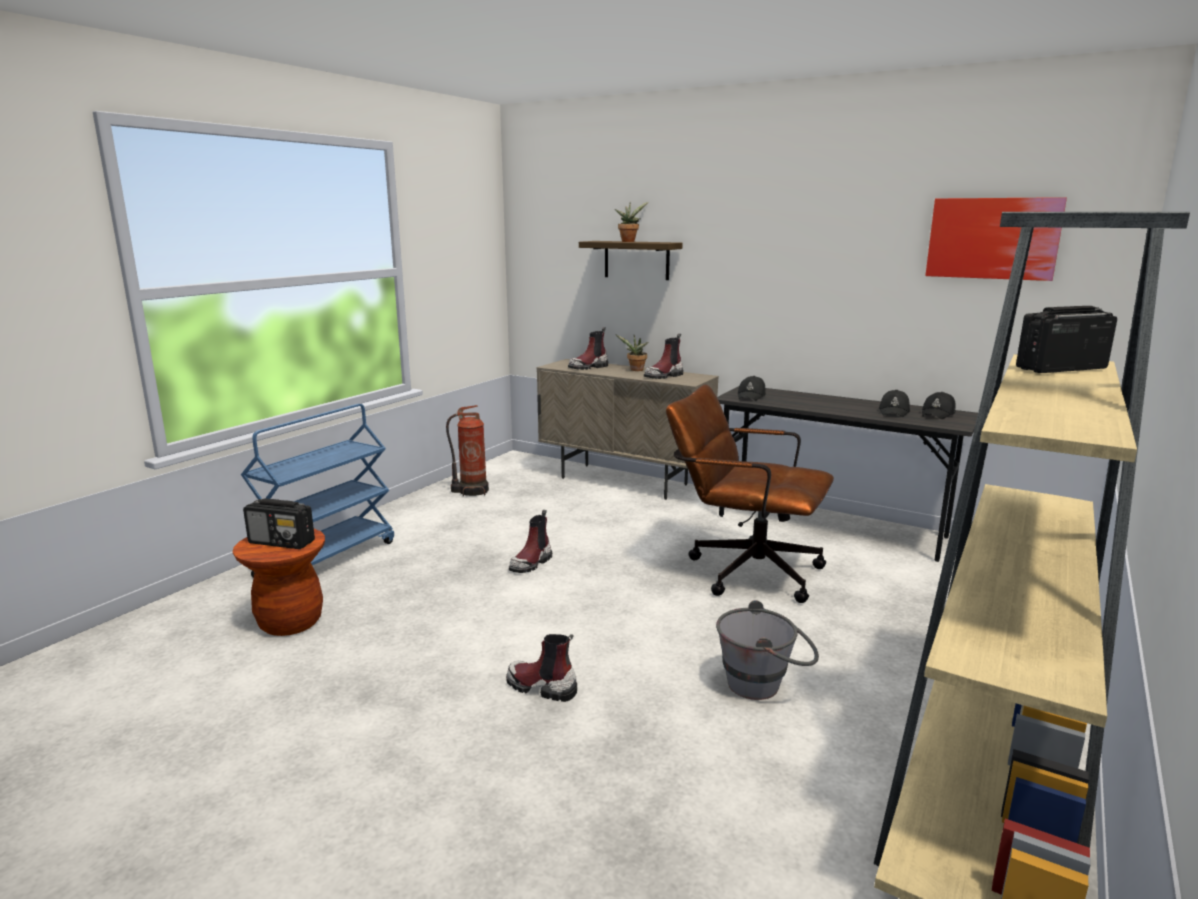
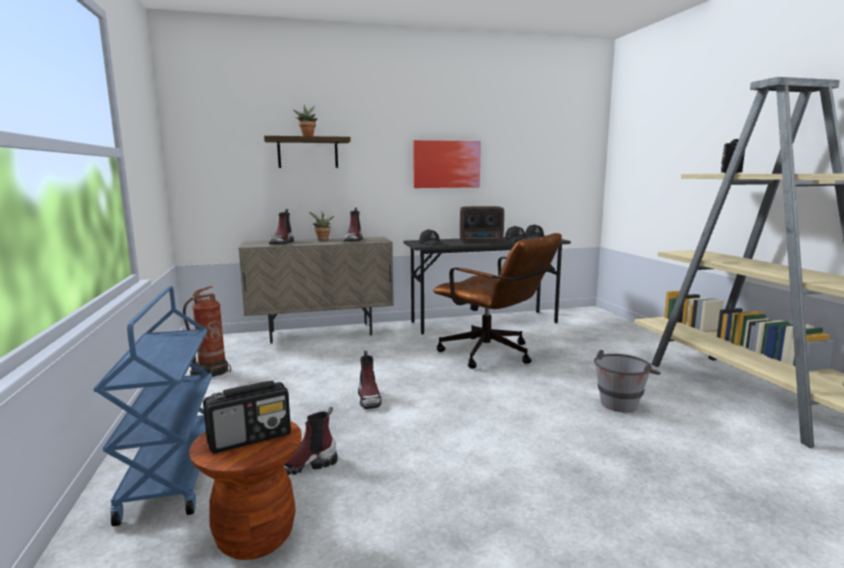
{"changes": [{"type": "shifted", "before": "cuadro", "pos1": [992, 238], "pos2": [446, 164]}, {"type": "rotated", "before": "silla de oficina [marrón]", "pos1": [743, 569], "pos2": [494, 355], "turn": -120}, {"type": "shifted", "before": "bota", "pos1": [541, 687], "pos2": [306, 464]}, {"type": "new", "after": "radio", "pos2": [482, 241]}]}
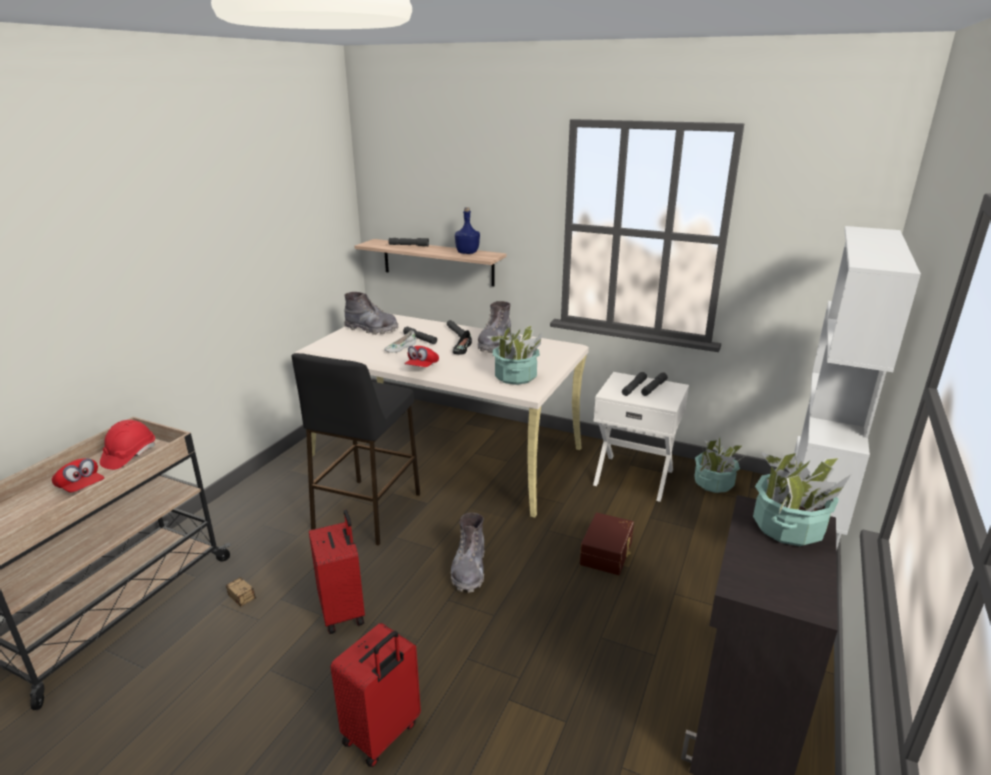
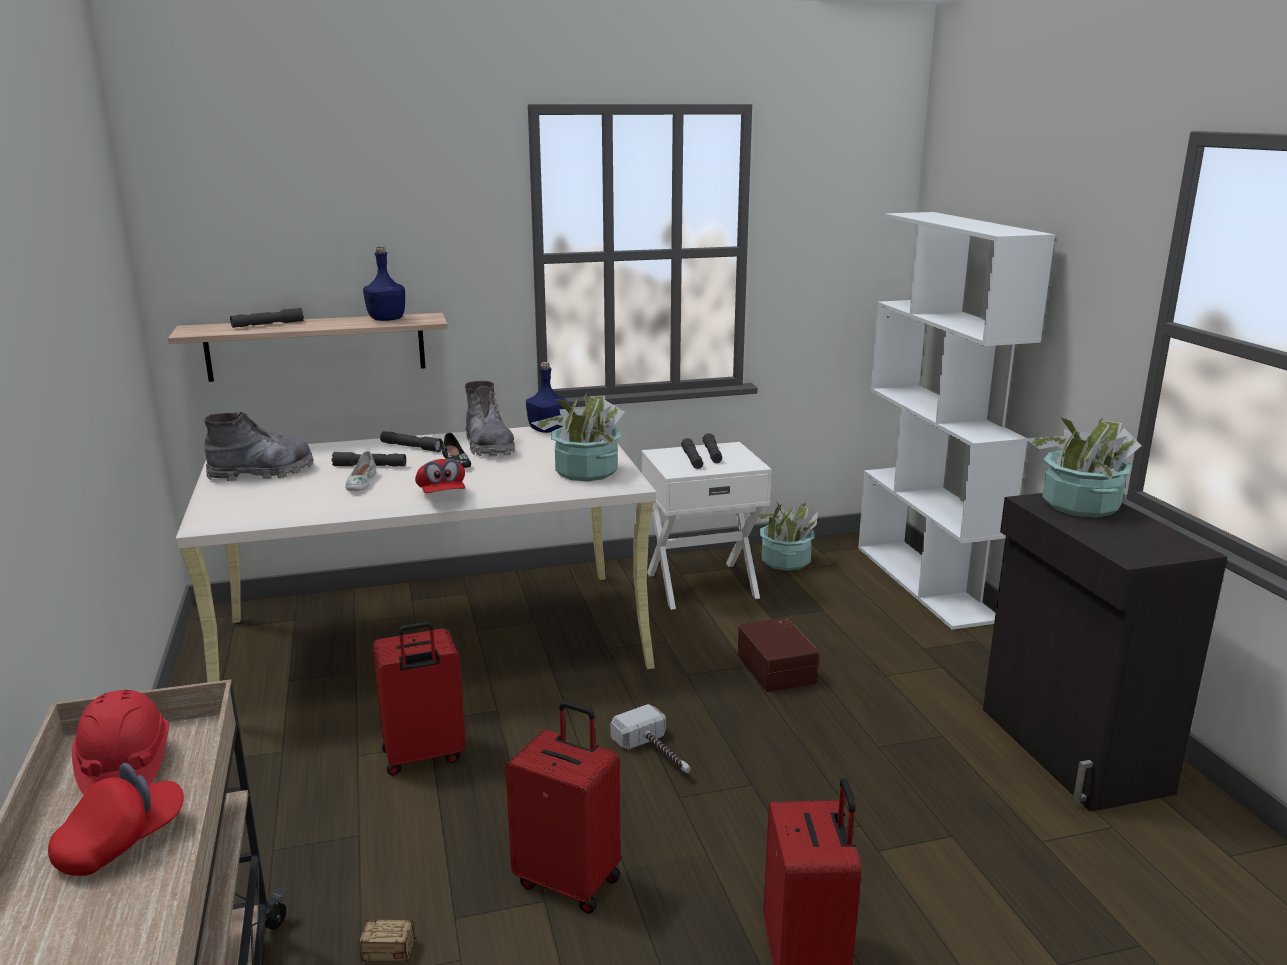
{"changes": [{"type": "swapped", "before": "taburete [negro]", "after": "maleta [rojo]", "pos1": [367, 511], "pos2": [423, 756]}, {"type": "rotated", "before": "gorra [rojo]", "pos1": [81, 487], "pos2": [121, 842], "turn": -45}, {"type": "swapped", "before": "bota [gris]", "after": "martillo", "pos1": [469, 569], "pos2": [657, 754]}, {"type": "new", "after": "botella [azul]", "pos2": [546, 430]}]}
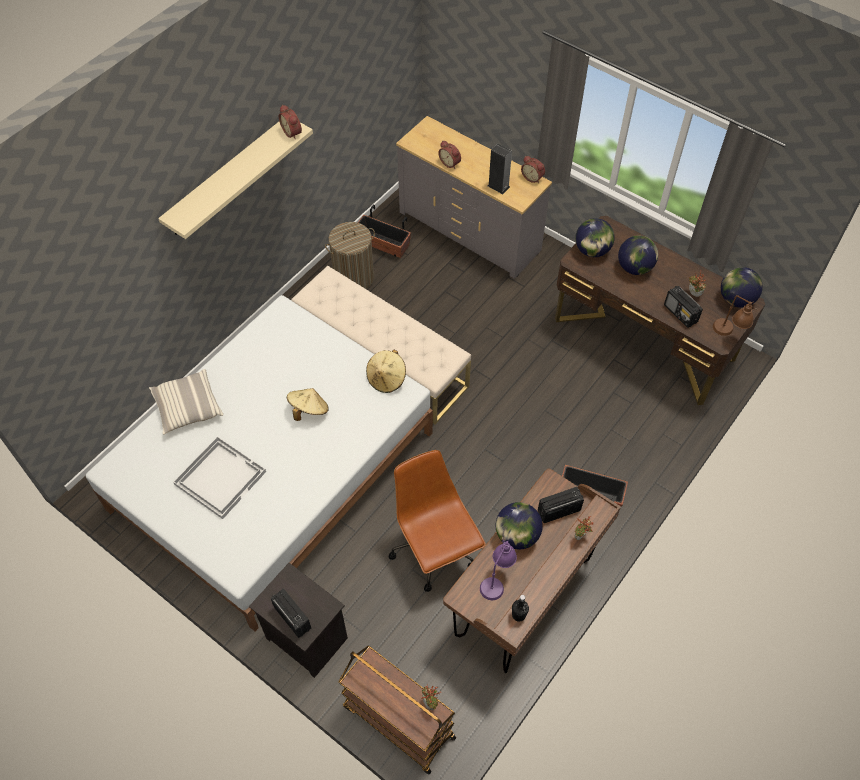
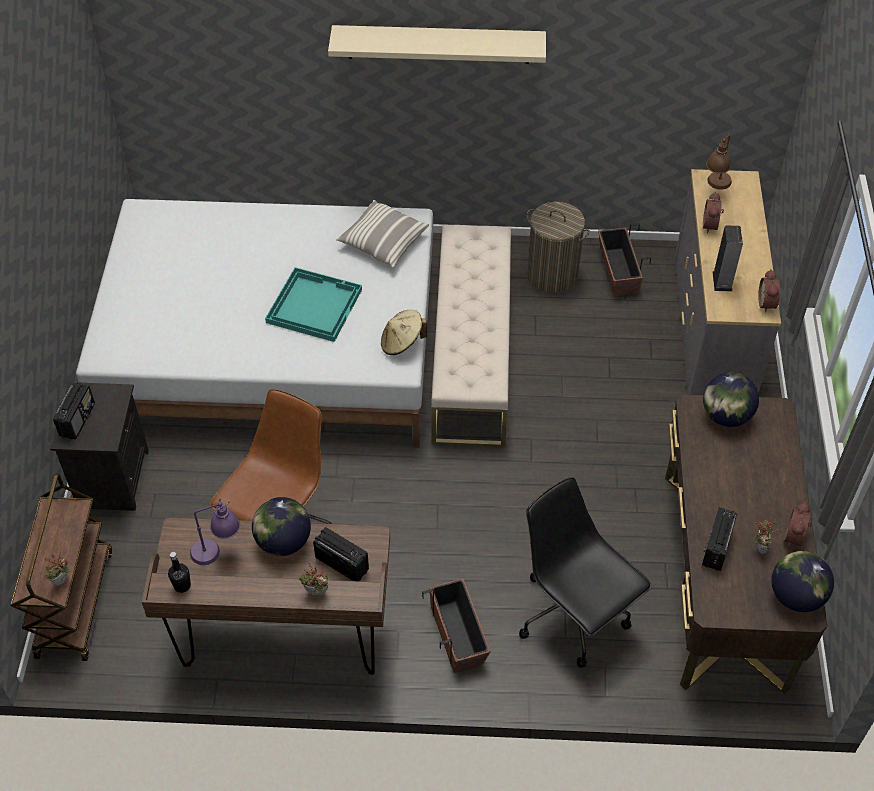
{"changes": [{"type": "shifted", "before": "despertador", "pos1": [293, 132], "pos2": [795, 537]}, {"type": "gone", "before": "globo terráqueo", "pos1": [635, 267]}, {"type": "shifted", "before": "lámpara de mesa [marrón]", "pos1": [728, 333], "pos2": [716, 188]}, {"type": "shifted", "before": "cojín", "pos1": [187, 407], "pos2": [383, 242]}, {"type": "swapped", "before": "sombrero [beis]", "after": "bandeja [turquesa]", "pos1": [308, 410], "pos2": [314, 305]}, {"type": "gone", "before": "bandeja [blanco]", "pos1": [220, 477]}, {"type": "new", "after": "silla de oficina [negro]", "pos2": [574, 616]}]}
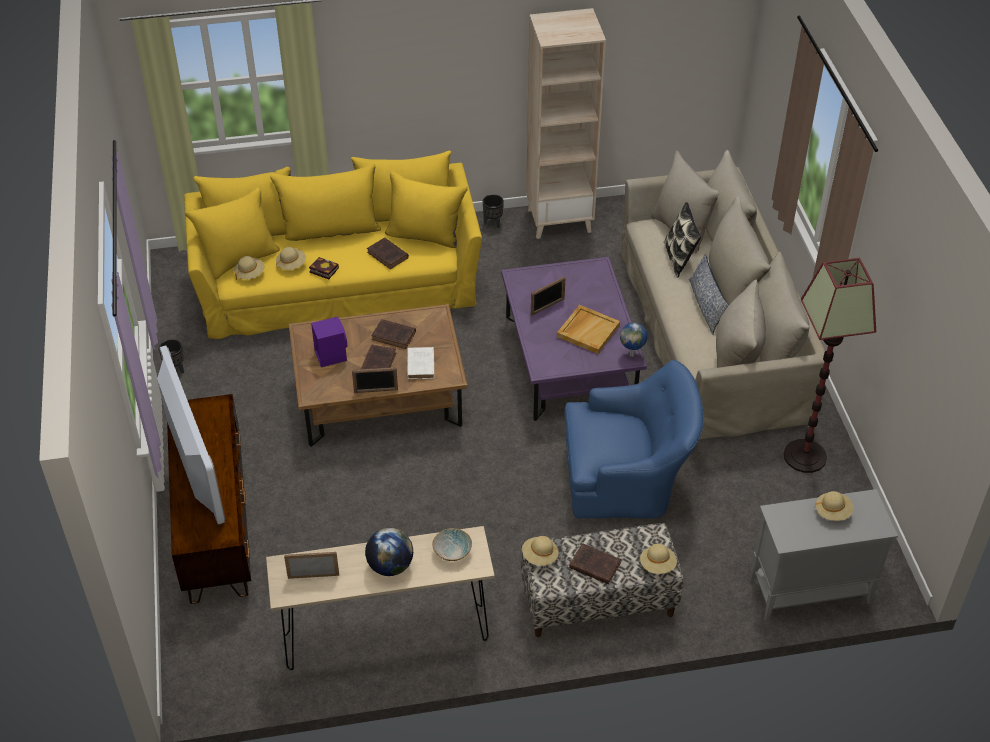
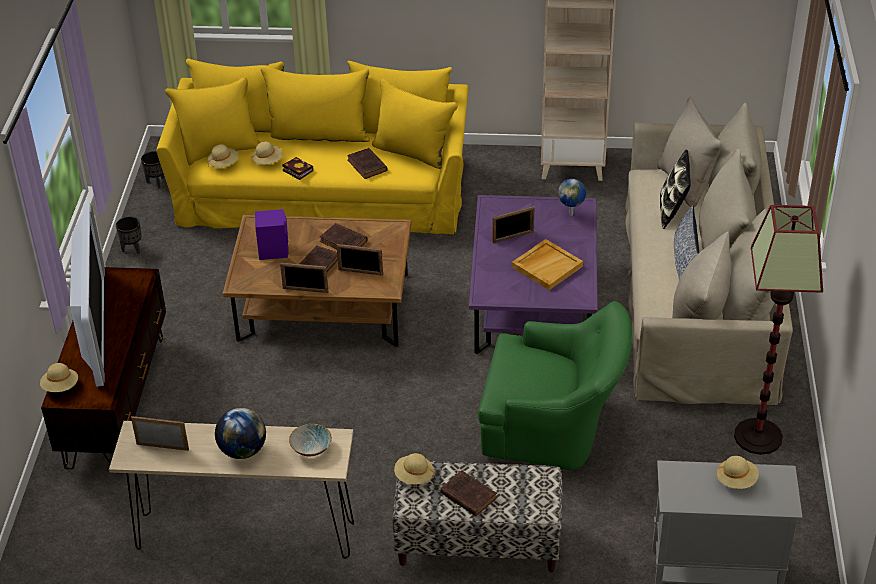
{"changes": [{"type": "shifted", "before": "maceta [negro]", "pos1": [493, 223], "pos2": [157, 182]}, {"type": "shifted", "before": "globo terráqueo", "pos1": [632, 354], "pos2": [571, 214]}, {"type": "swapped", "before": "libro [blanco]", "after": "portarretratos", "pos1": [420, 364], "pos2": [360, 272]}, {"type": "repainted", "before": "sillón [azul]", "after": "sillón [verde]", "pos1": [627, 478], "pos2": [554, 426]}, {"type": "shifted", "before": "sombrero [beis]", "pos1": [657, 565], "pos2": [61, 387]}]}
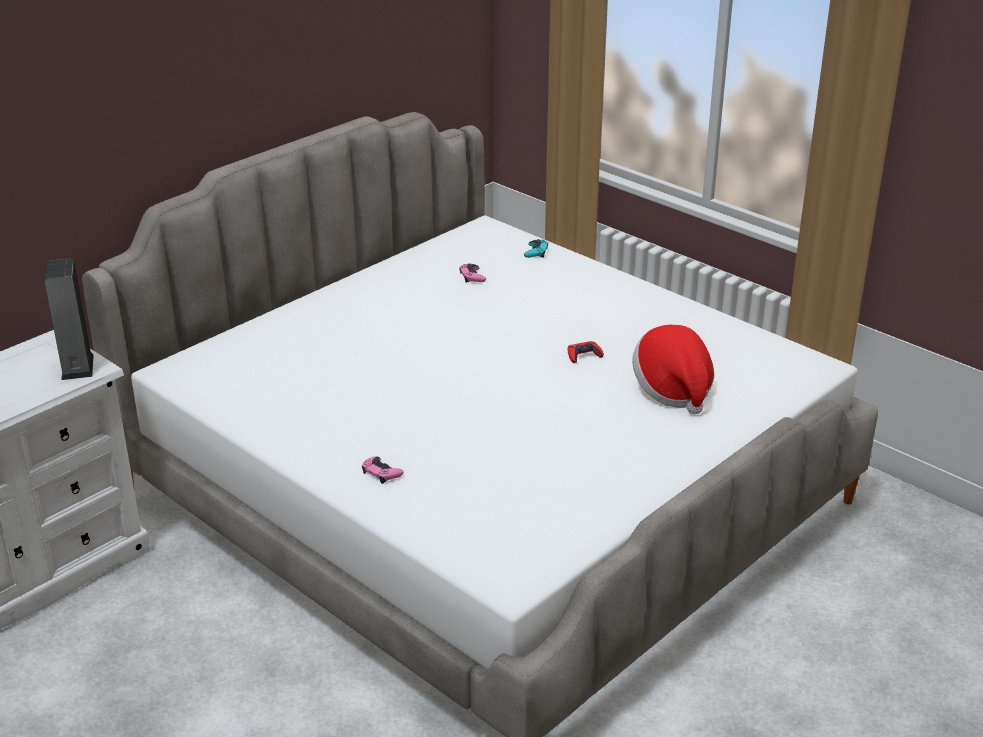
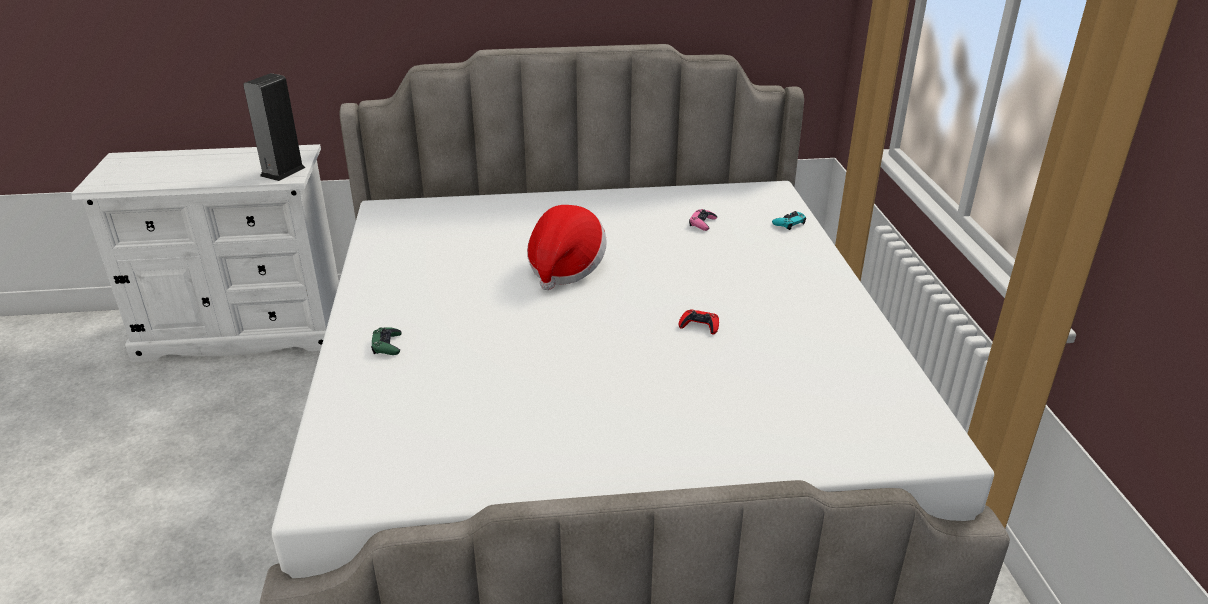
{"changes": [{"type": "shifted", "before": "sombrero", "pos1": [673, 390], "pos2": [565, 268]}, {"type": "repainted", "before": "mando de consola [rosa]", "after": "mando de consola [verde]", "pos1": [381, 473], "pos2": [387, 345]}]}
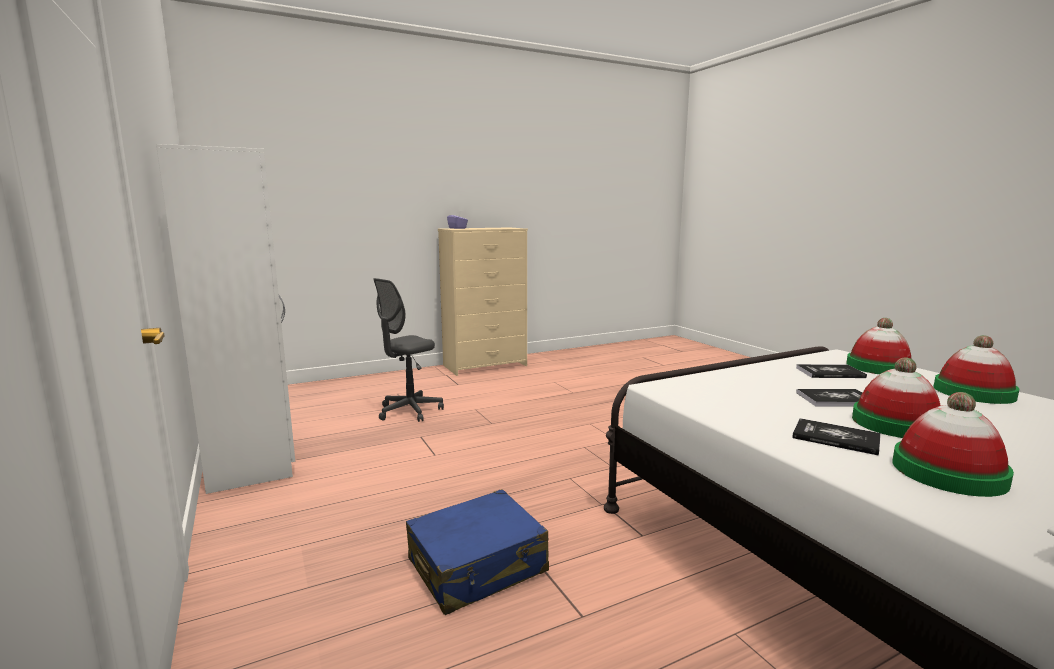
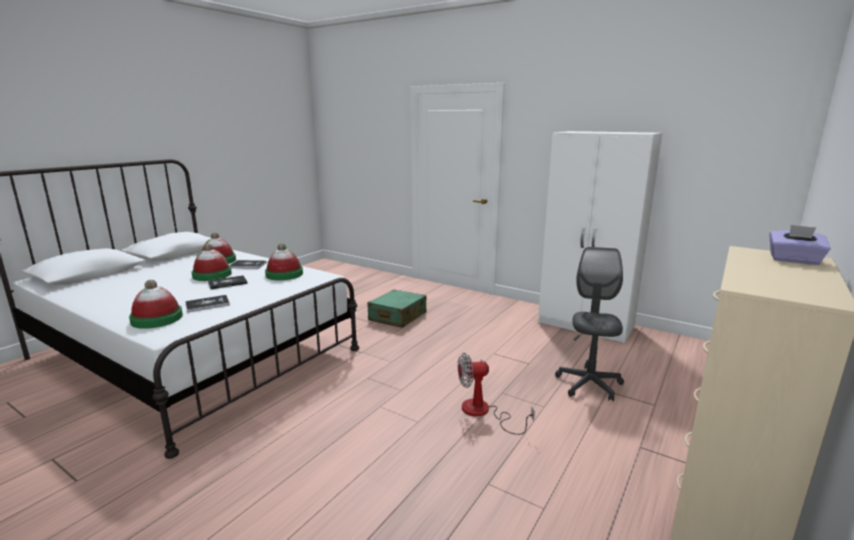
{"changes": [{"type": "shifted", "before": "sombrero", "pos1": [973, 392], "pos2": [284, 274]}, {"type": "repainted", "before": "maleta [azul]", "after": "maleta [verde]", "pos1": [478, 566], "pos2": [397, 317]}, {"type": "new", "after": "ventilador", "pos2": [483, 412]}]}
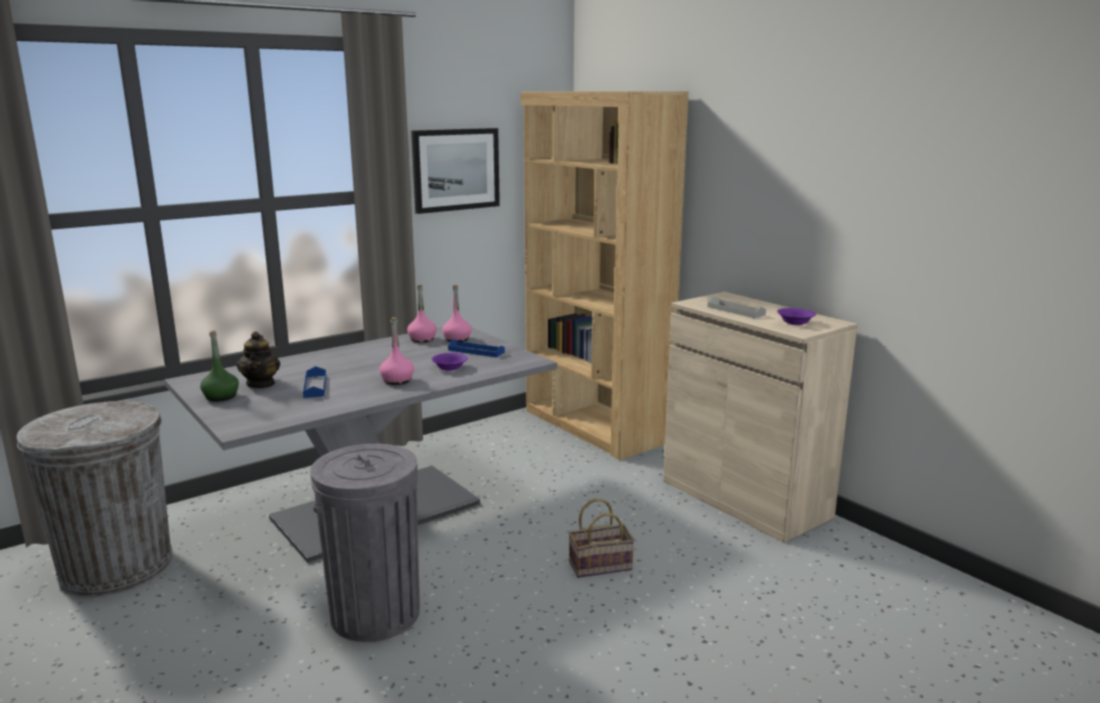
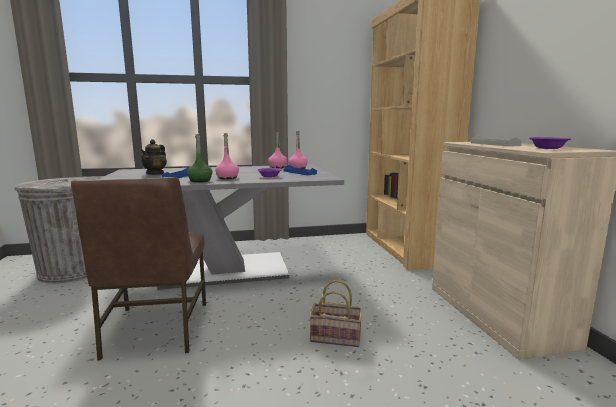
{"changes": [{"type": "gone", "before": "cuadro", "pos1": [456, 169]}, {"type": "shifted", "before": "botella [verde]", "pos1": [221, 397], "pos2": [200, 181]}, {"type": "swapped", "before": "papelera [gris]", "after": "silla [marrón]", "pos1": [375, 614], "pos2": [155, 330]}]}
